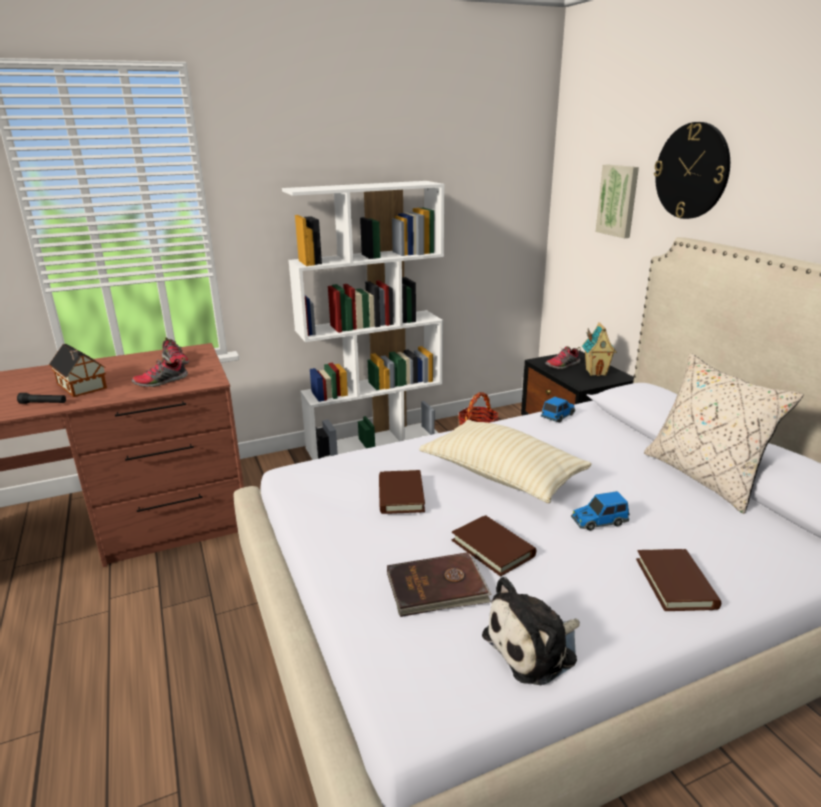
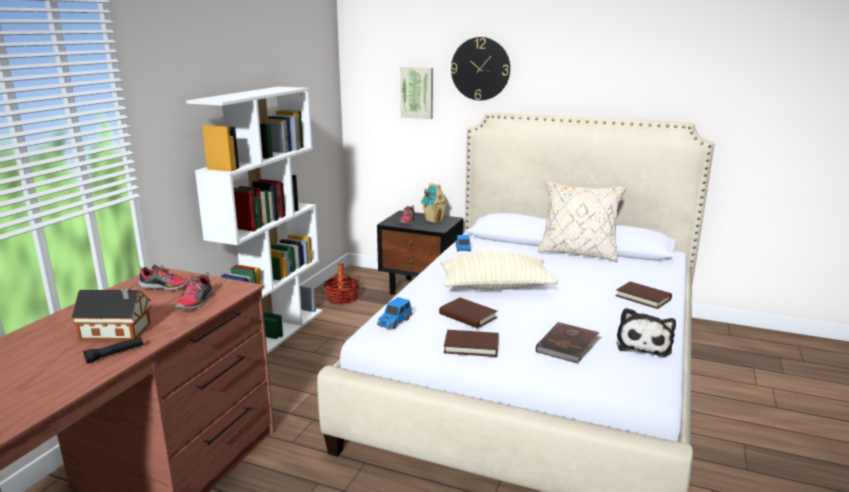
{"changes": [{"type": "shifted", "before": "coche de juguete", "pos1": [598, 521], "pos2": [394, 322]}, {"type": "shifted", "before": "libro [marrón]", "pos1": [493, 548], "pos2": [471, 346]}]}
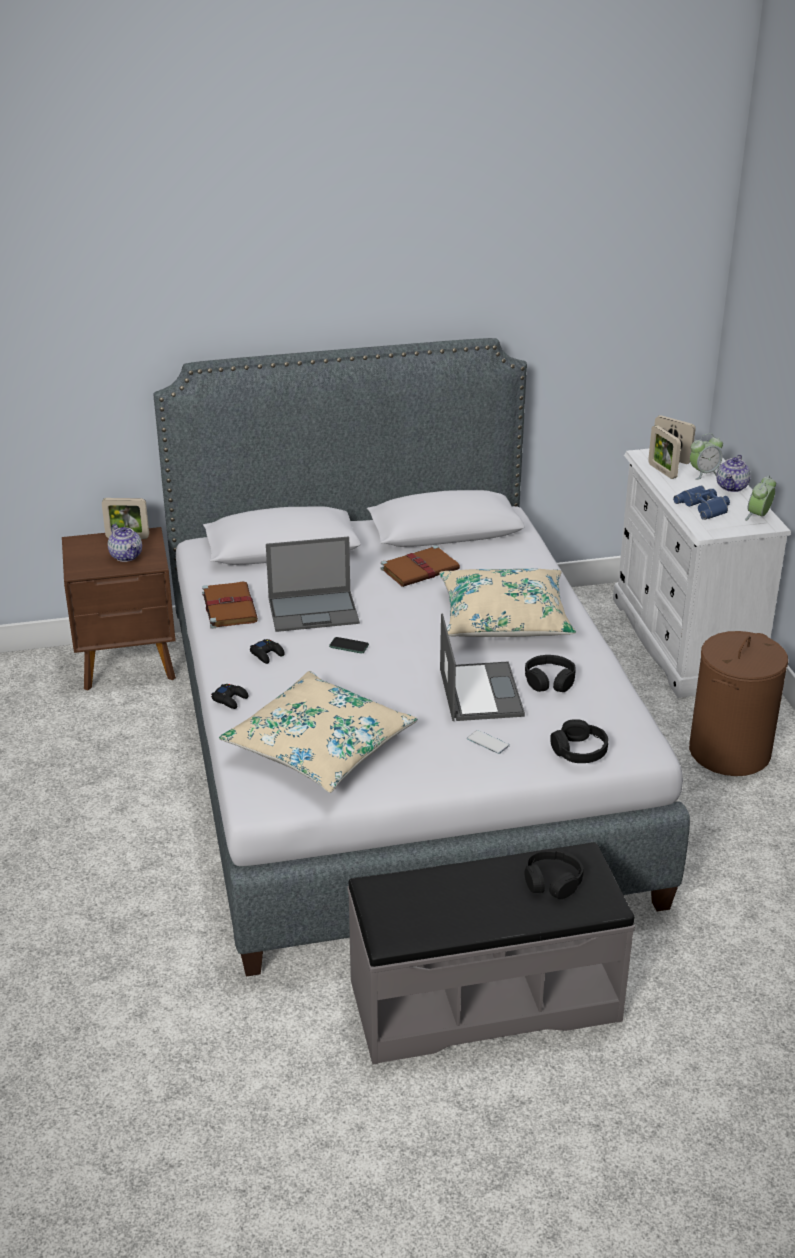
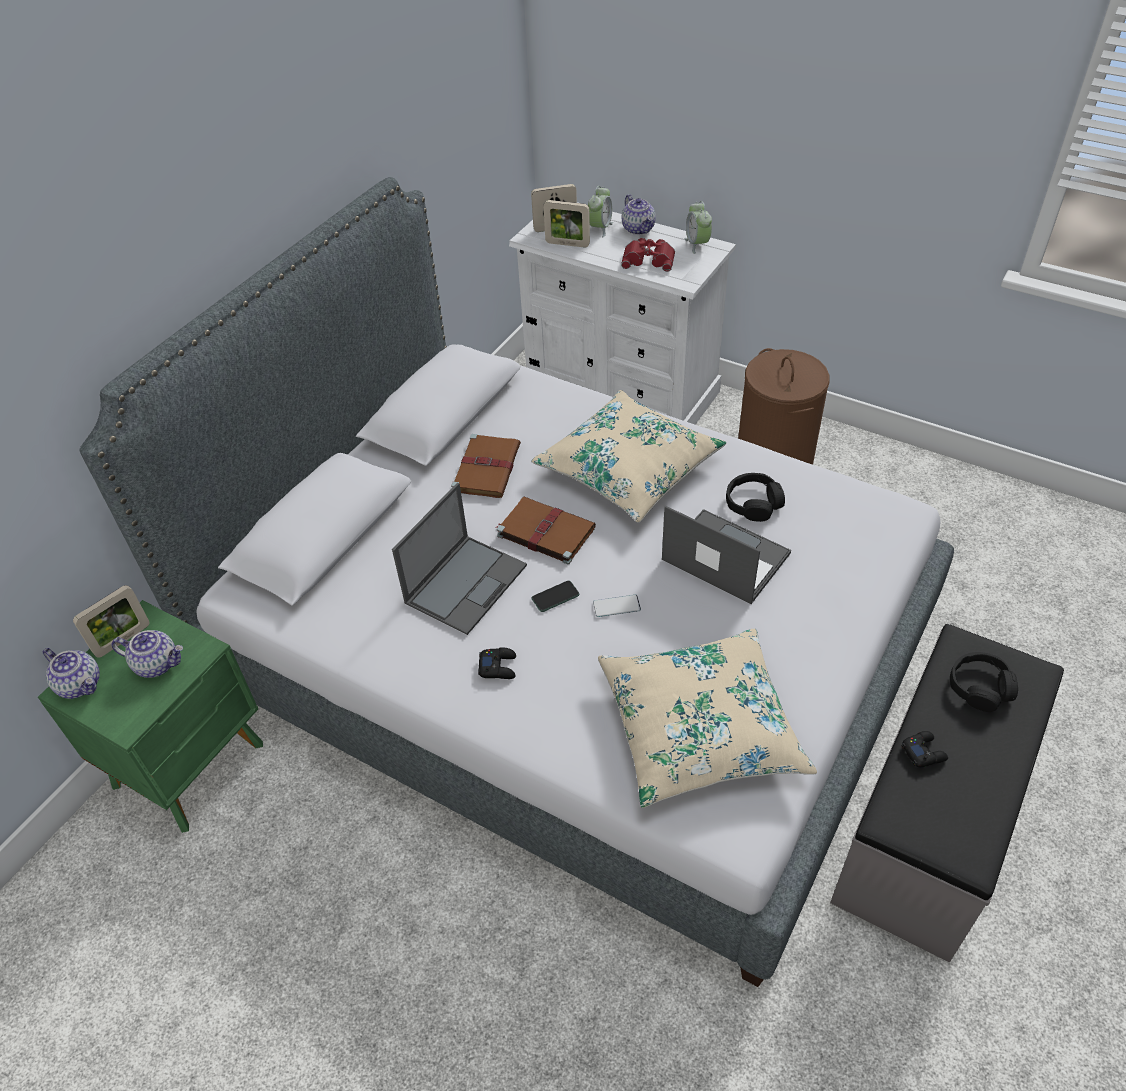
{"changes": [{"type": "repainted", "before": "prismáticos [azul]", "after": "prismáticos [rojo]", "pos1": [704, 506], "pos2": [649, 259]}, {"type": "repainted", "before": "mesita de noche [marrón]", "after": "mesita de noche [verde]", "pos1": [129, 664], "pos2": [192, 765]}, {"type": "shifted", "before": "libro [marrón]", "pos1": [229, 607], "pos2": [544, 531]}, {"type": "shifted", "before": "mando de consola [negro]", "pos1": [230, 699], "pos2": [923, 752]}, {"type": "gone", "before": "auriculares [negro]", "pos1": [579, 751]}, {"type": "shifted", "before": "móvil", "pos1": [488, 742], "pos2": [616, 606]}, {"type": "new", "after": "tetera", "pos2": [81, 684]}]}
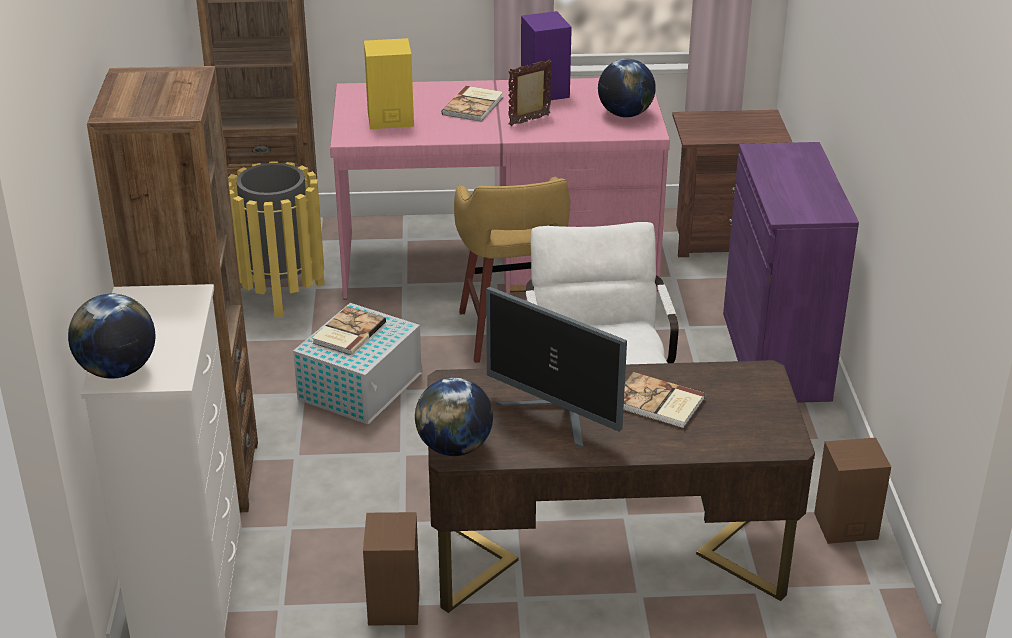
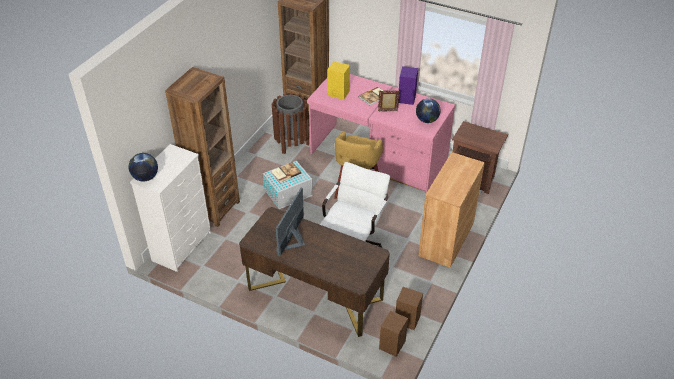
{"changes": [{"type": "repainted", "before": "armario [morado]", "after": "armario [marrón]", "pos1": [775, 355], "pos2": [446, 239]}, {"type": "repainted", "before": "papelera [amarillo]", "after": "papelera [marrón]", "pos1": [281, 293], "pos2": [291, 143]}, {"type": "rotated", "before": "monitor", "pos1": [555, 416], "pos2": [293, 241], "turn": 45}, {"type": "gone", "before": "libro", "pos1": [658, 403]}, {"type": "gone", "before": "globo terráqueo", "pos1": [454, 447]}, {"type": "shifted", "before": "altavoz [marrón]", "pos1": [394, 604], "pos2": [392, 344]}]}
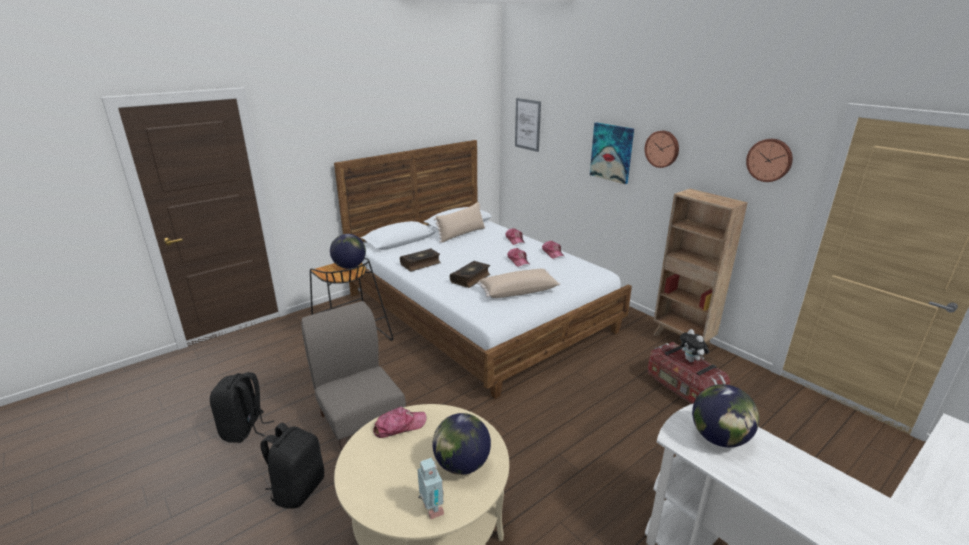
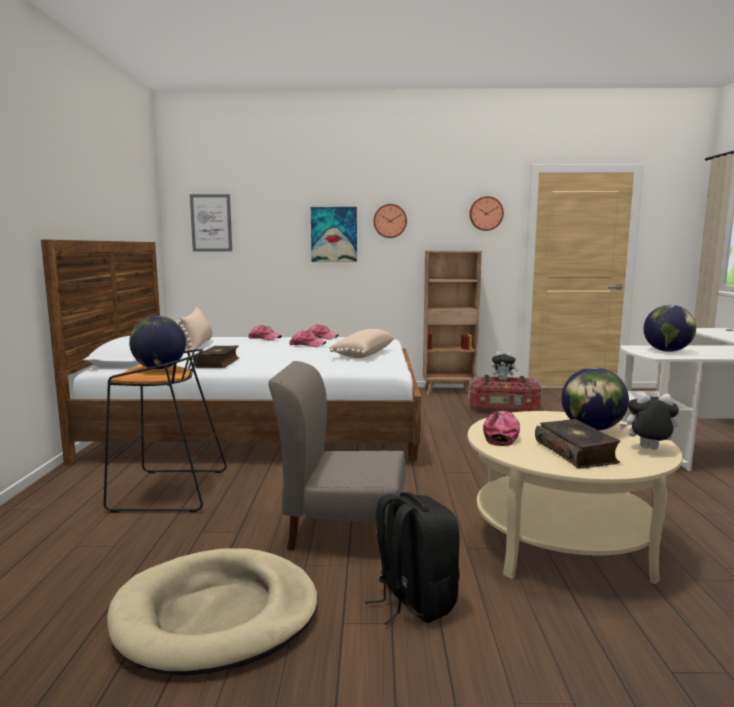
{"changes": [{"type": "shifted", "before": "libro", "pos1": [471, 278], "pos2": [576, 453]}, {"type": "swapped", "before": "mochila [negro]", "after": "cama para perro [beis]", "pos1": [245, 429], "pos2": [216, 615]}, {"type": "swapped", "before": "robot de juguete", "after": "peluche", "pos1": [431, 510], "pos2": [648, 449]}]}
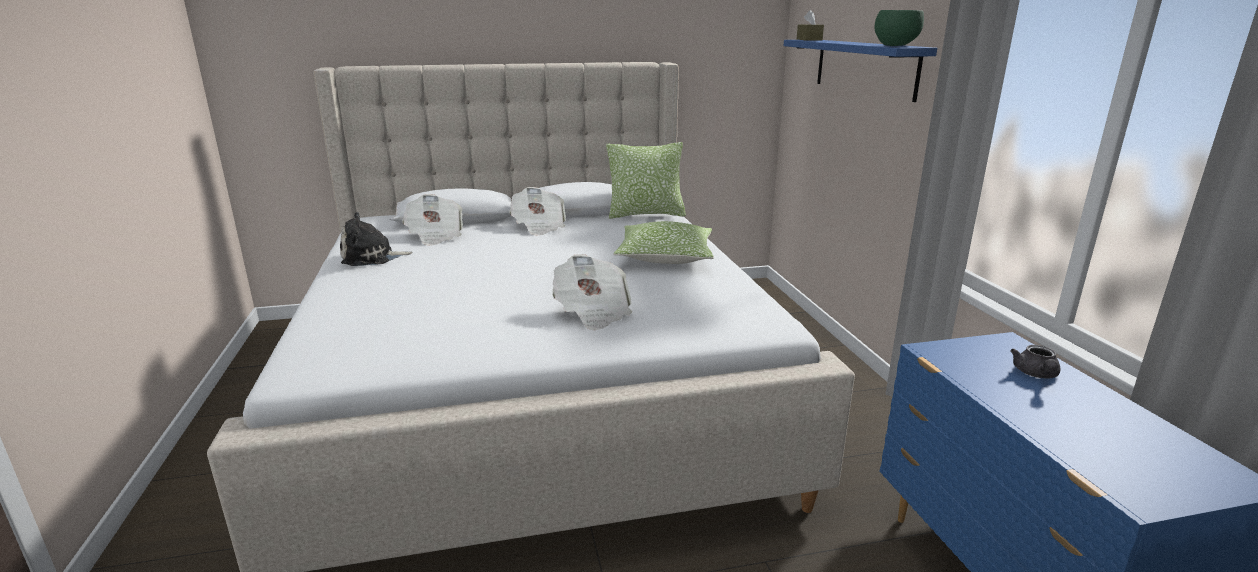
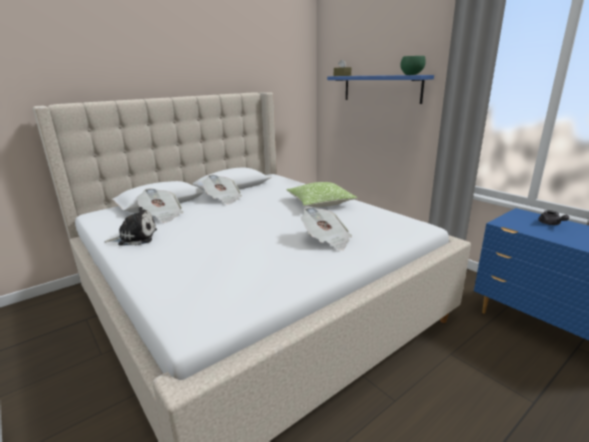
{"changes": [{"type": "gone", "before": "cojín", "pos1": [646, 214]}, {"type": "rotated", "before": "peluche", "pos1": [371, 257], "pos2": [135, 238], "turn": -150}]}
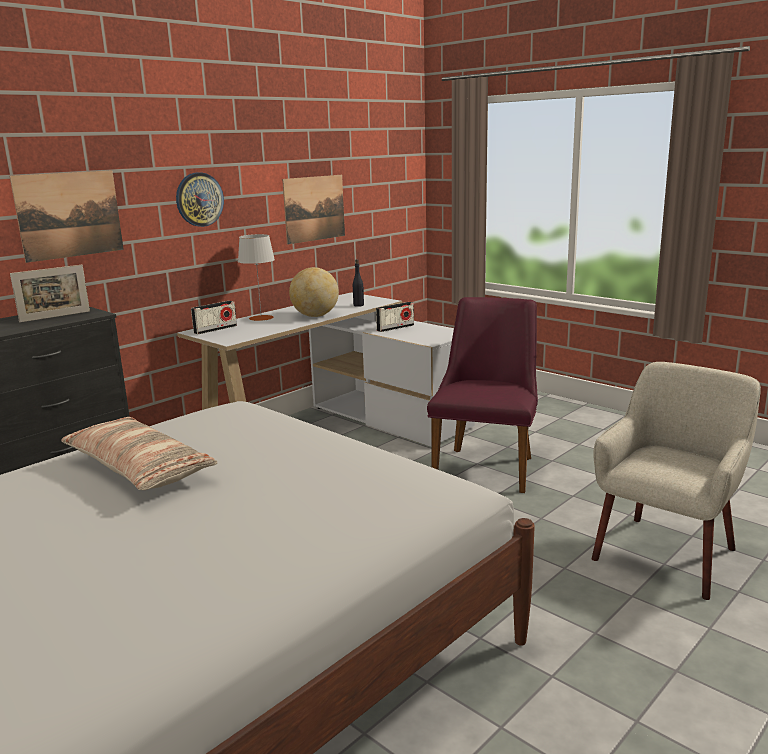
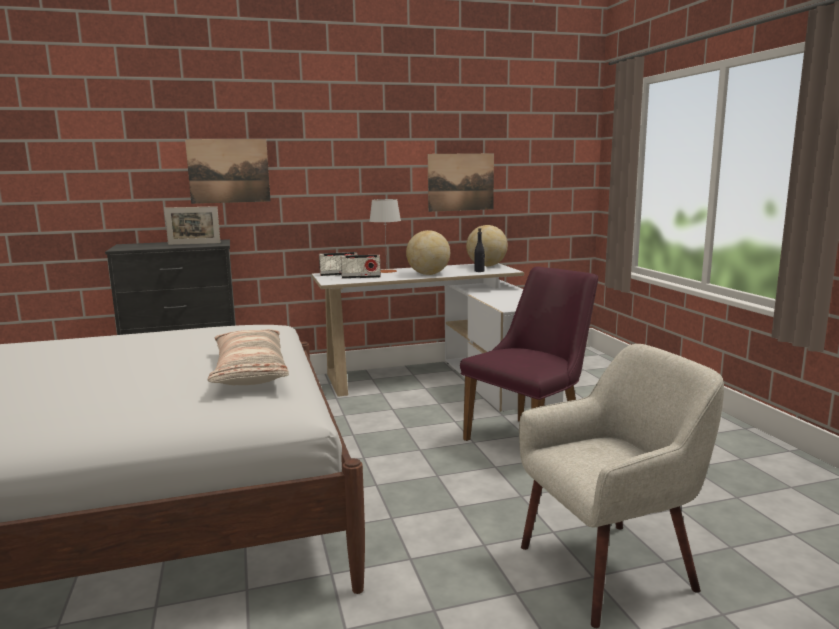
{"changes": [{"type": "gone", "before": "reloj de pared", "pos1": [199, 199]}, {"type": "shifted", "before": "radio", "pos1": [395, 328], "pos2": [361, 277]}, {"type": "shifted", "before": "cojín", "pos1": [137, 469], "pos2": [249, 371]}, {"type": "new", "after": "globo terráqueo", "pos2": [486, 266]}]}
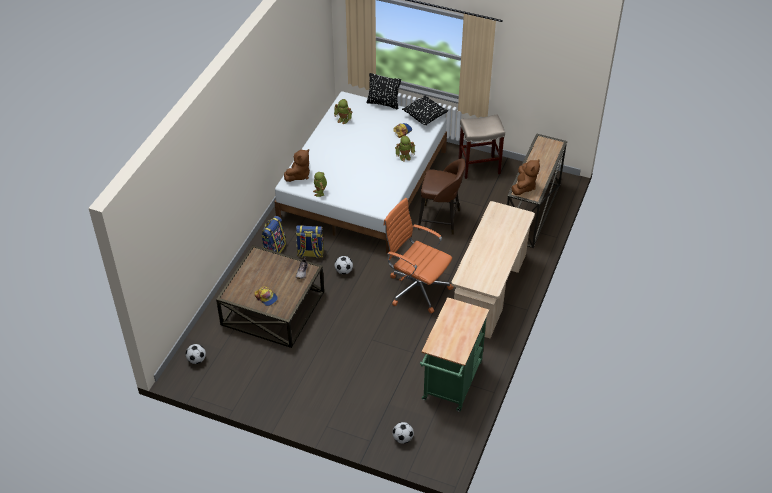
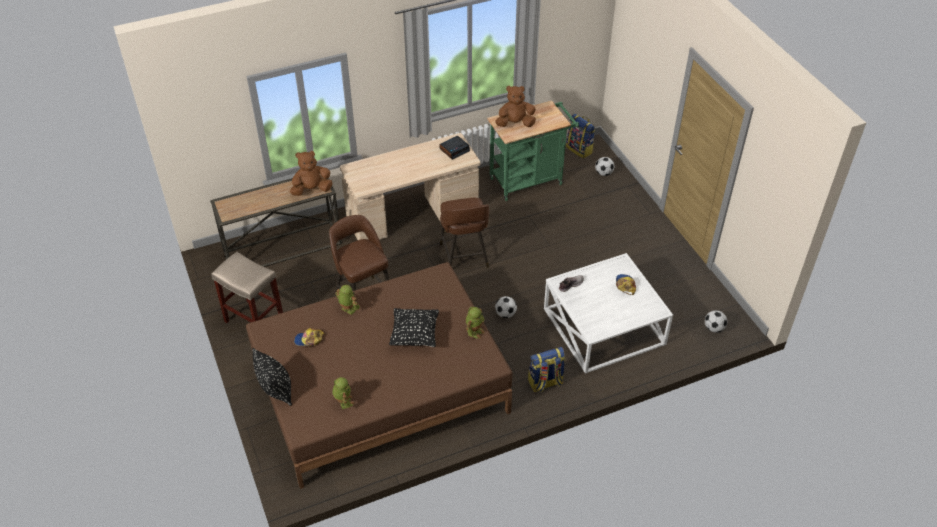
{"changes": [{"type": "repainted", "before": "cama [blanco]", "after": "cama [marrón]", "pos1": [364, 185], "pos2": [379, 386]}, {"type": "shifted", "before": "cojín [negro]", "pos1": [425, 117], "pos2": [414, 335]}, {"type": "shifted", "before": "peluche [marrón]", "pos1": [299, 175], "pos2": [515, 124]}, {"type": "swapped", "before": "silla de oficina [naranja]", "after": "taburete [marrón]", "pos1": [416, 288], "pos2": [464, 257]}, {"type": "shifted", "before": "mochila", "pos1": [310, 253], "pos2": [580, 149]}, {"type": "repainted", "before": "mesa de centro [marrón]", "after": "mesa de centro [blanco]", "pos1": [273, 307], "pos2": [603, 326]}, {"type": "new", "after": "despertador", "pos2": [454, 150]}]}
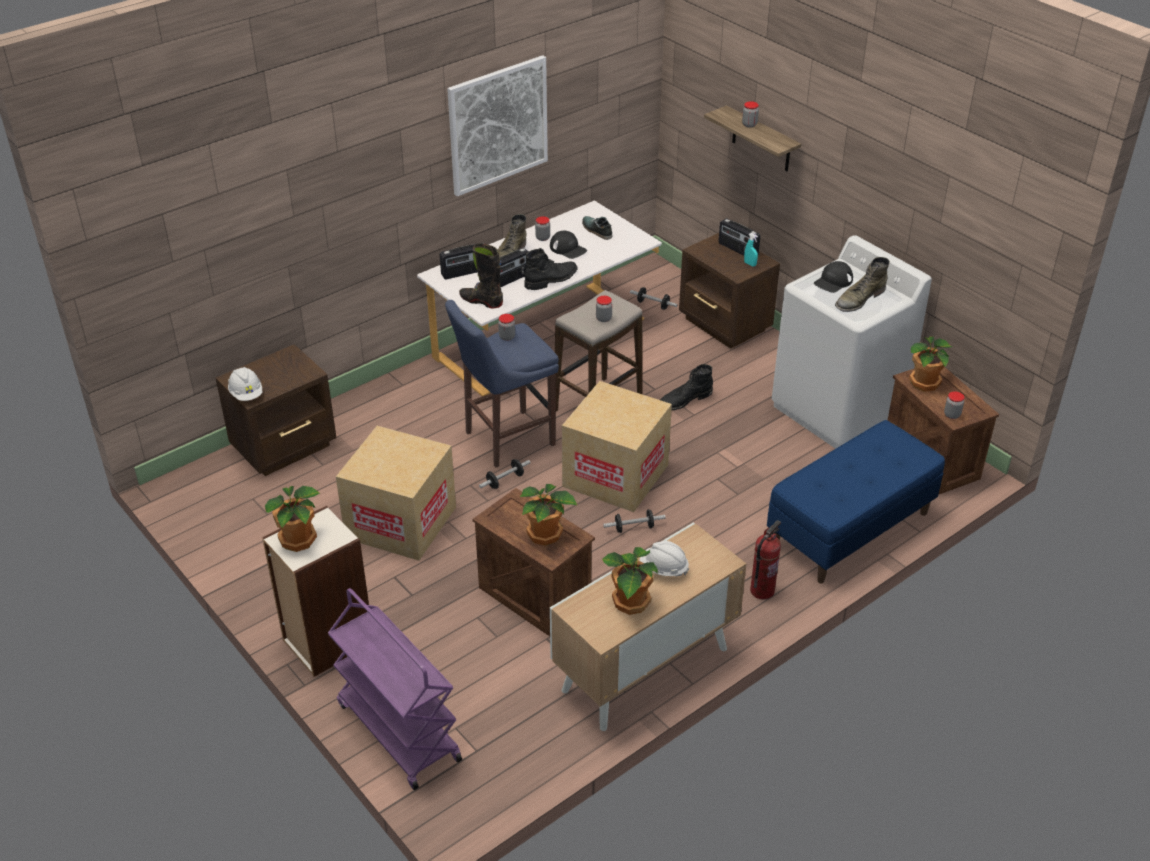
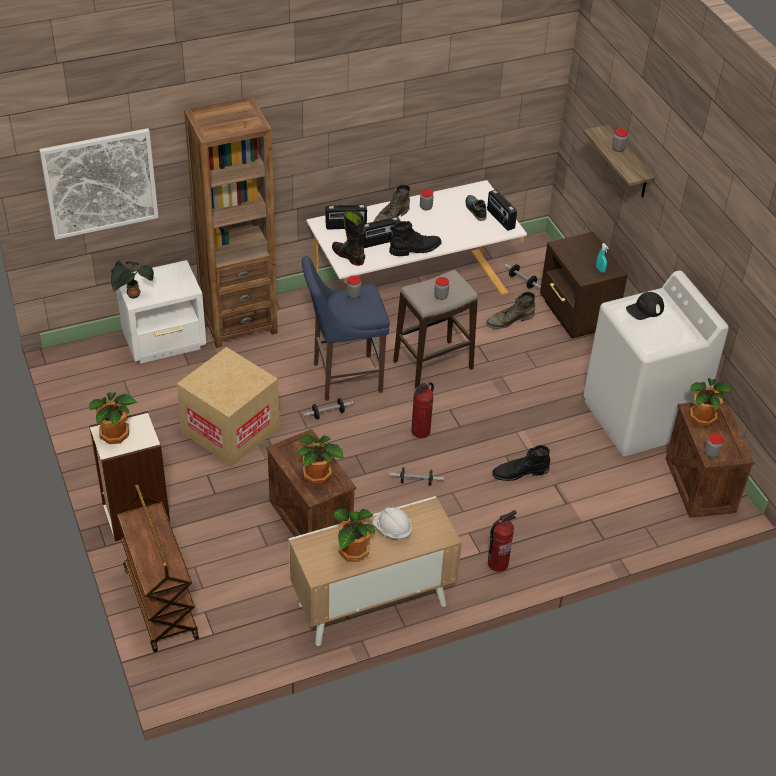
{"changes": [{"type": "shifted", "before": "cuadro", "pos1": [498, 125], "pos2": [100, 183]}, {"type": "shifted", "before": "radio", "pos1": [737, 250], "pos2": [500, 219]}, {"type": "gone", "before": "gorra [negro]", "pos1": [568, 249]}, {"type": "shifted", "before": "bota [verde]", "pos1": [859, 299], "pos2": [509, 320]}, {"type": "repainted", "before": "mesita de noche [marrón]", "after": "mesita de noche [blanco]", "pos1": [286, 447], "pos2": [166, 342]}, {"type": "shifted", "before": "bota [negro]", "pos1": [684, 400], "pos2": [520, 472]}, {"type": "swapped", "before": "casco [blanco]", "after": "planta en maceta", "pos1": [246, 394], "pos2": [132, 296]}, {"type": "swapped", "before": "caja de cartón", "after": "extintor", "pos1": [615, 475], "pos2": [421, 432]}, {"type": "gone", "before": "banco [azul]", "pos1": [850, 530]}, {"type": "repainted", "before": "carrito [morado]", "after": "carrito [marrón]", "pos1": [397, 731], "pos2": [160, 602]}, {"type": "new", "after": "estantería [marrón]", "pos2": [238, 323]}]}
